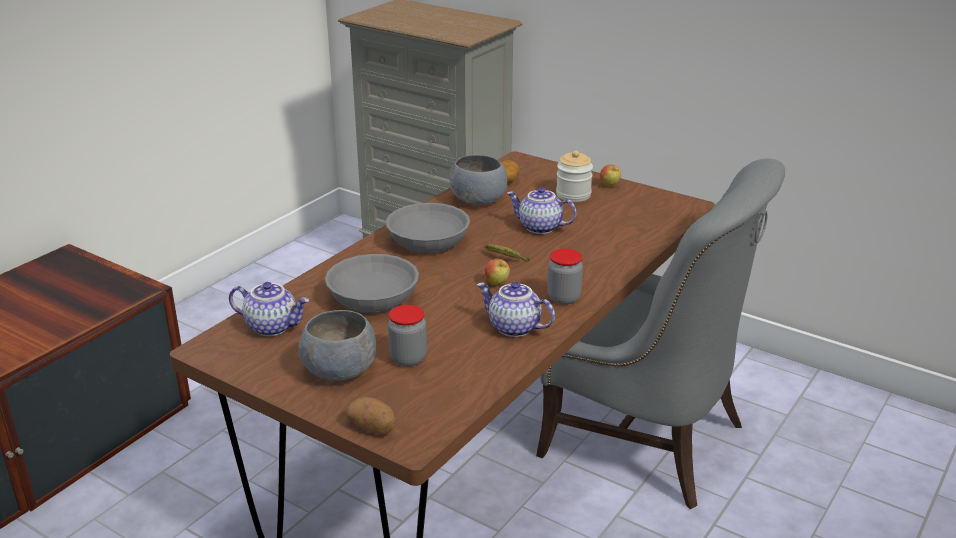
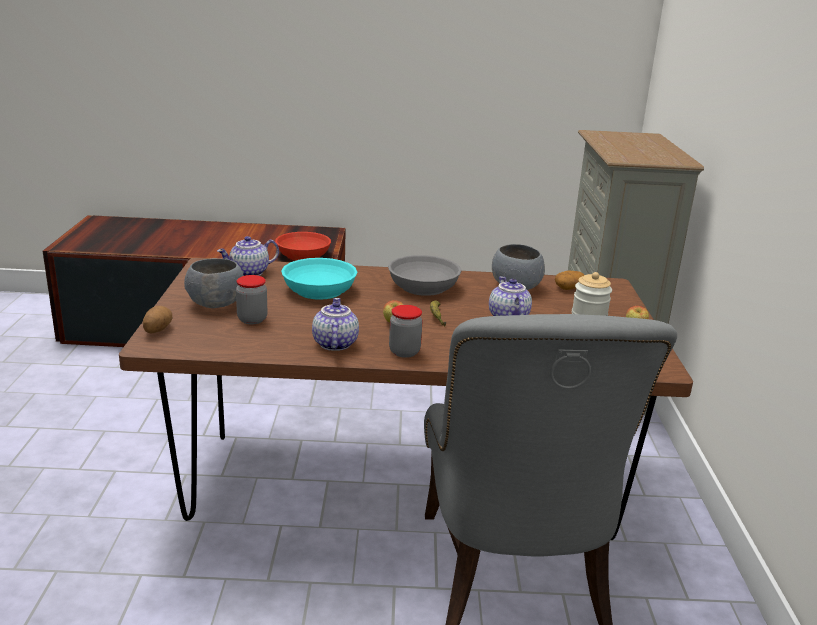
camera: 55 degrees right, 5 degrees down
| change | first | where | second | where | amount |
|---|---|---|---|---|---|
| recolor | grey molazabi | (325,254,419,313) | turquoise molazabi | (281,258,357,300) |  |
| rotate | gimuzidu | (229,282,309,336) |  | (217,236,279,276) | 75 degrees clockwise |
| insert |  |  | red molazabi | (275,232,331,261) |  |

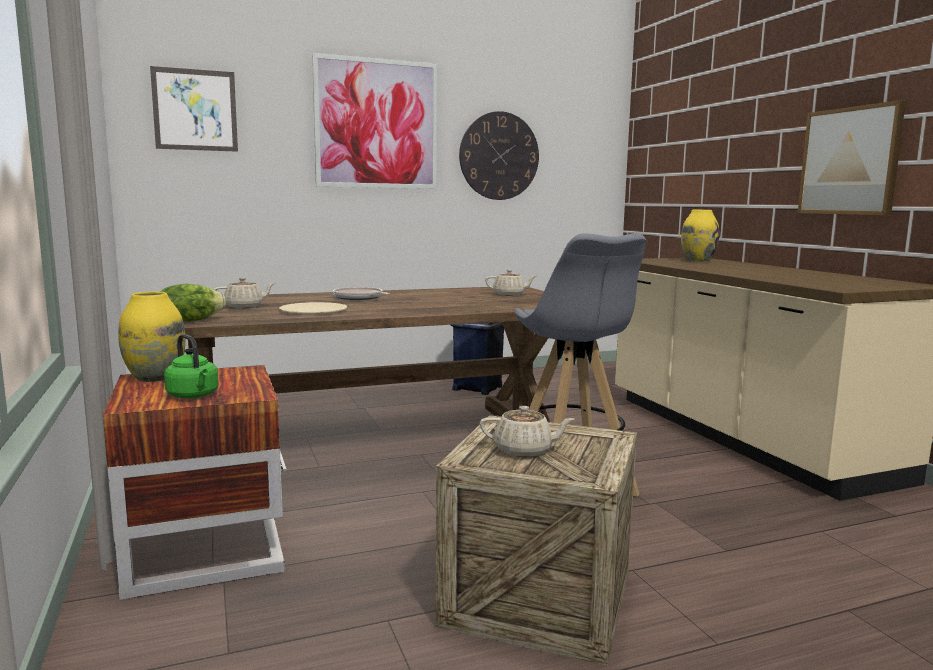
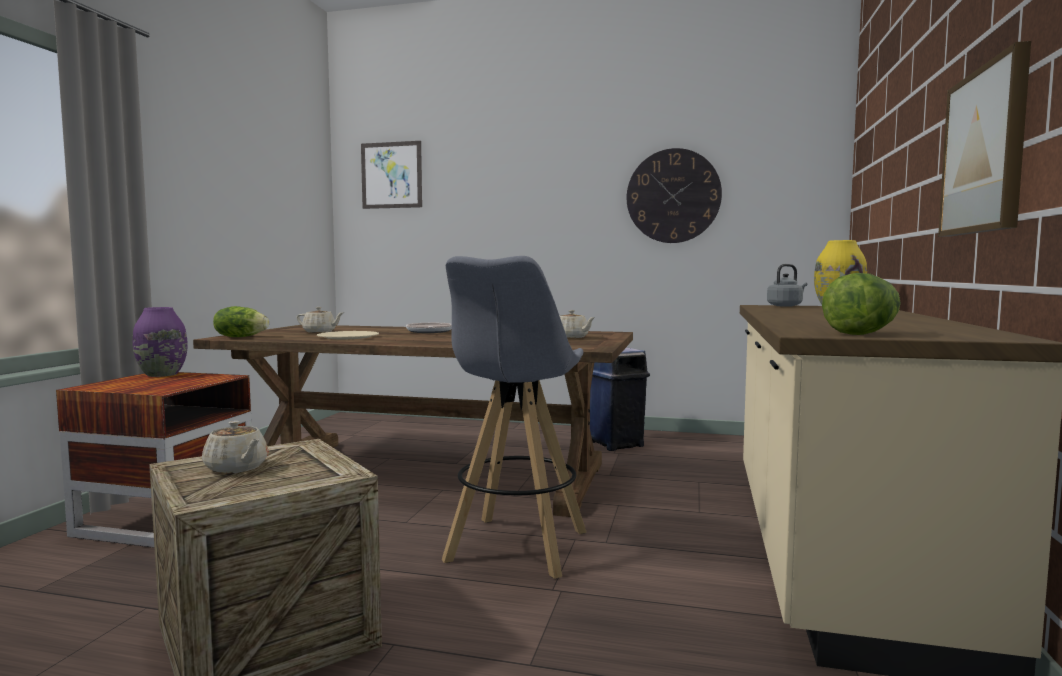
camera: 35 degrees right, 5 degrees down
| change | first | where | second | where | amount |
|---|---|---|---|---|---|
| delete | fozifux | (312,53,437,189) |  |  |  |
| recolor | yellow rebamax | (118,292,186,382) | purple rebamax | (133,307,188,377) |  |
| delete | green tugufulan | (164,334,218,399) |  |  |  |
| insert |  |  | grey tugufulan | (767,264,808,307) |  |
| insert |  |  | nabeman | (822,273,901,335) |  |

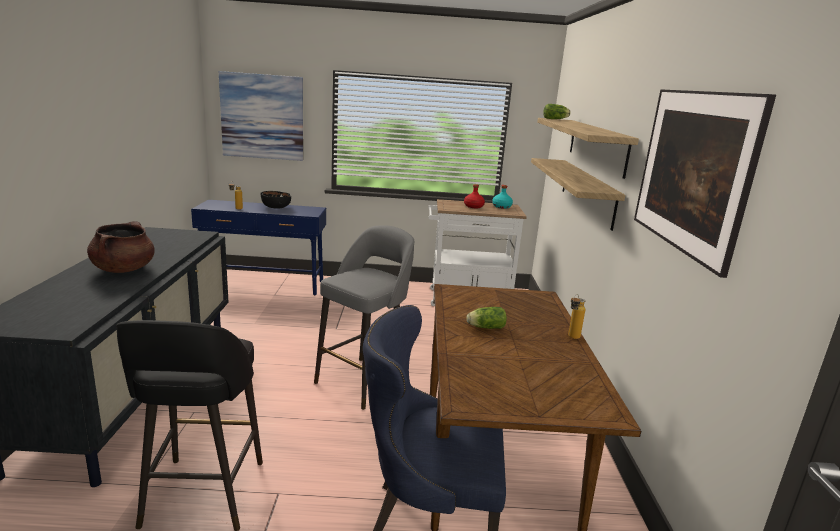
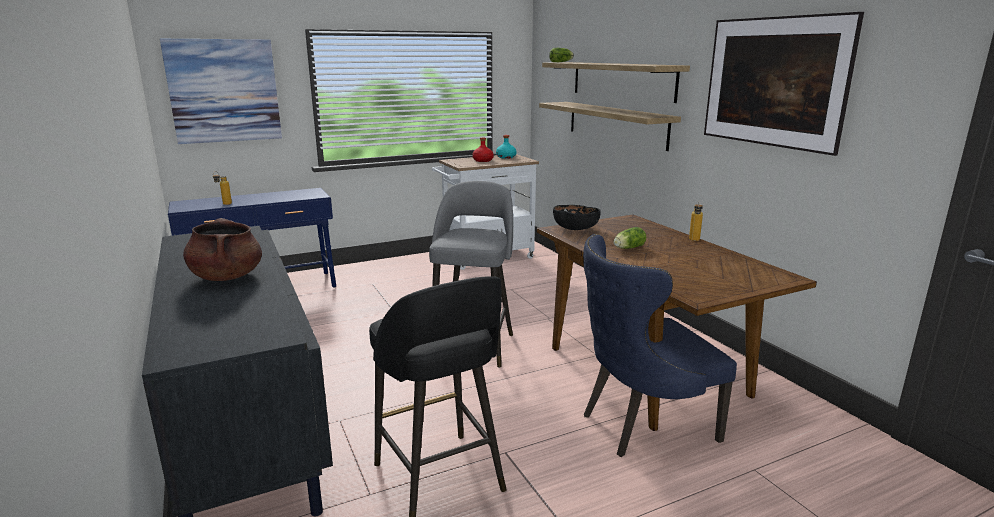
camera: 25 degrees left, 0 degrees up
| change | first | where | second | where | amount |
|---|---|---|---|---|---|
| move | black molazabi | (261,191,291,209) |  | (553,205,601,230) |  |

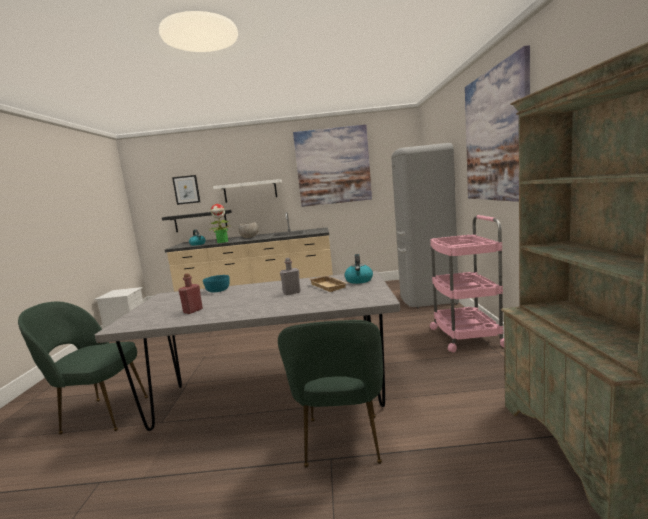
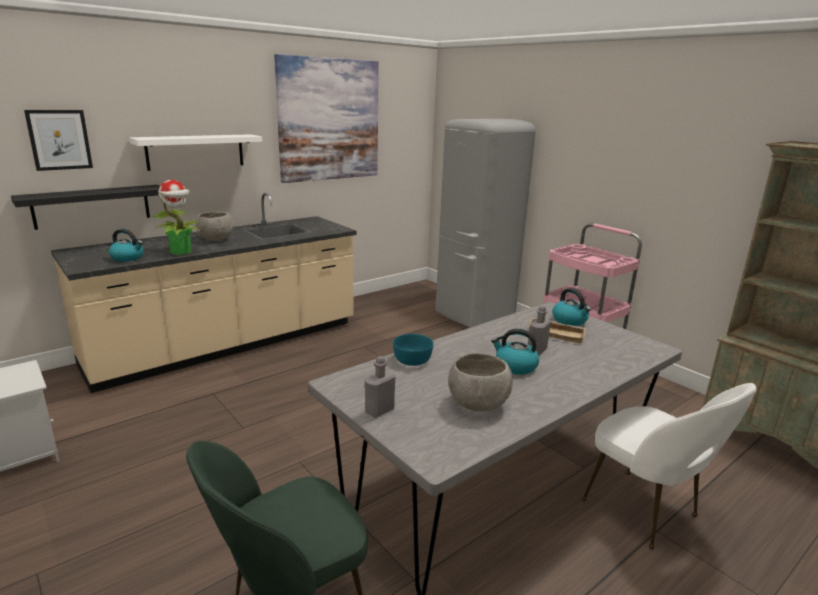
camera: 40 degrees left, 10 degrees up
| change | first | where | second | where | amount |
|---|---|---|---|---|---|
| delete | fozifux | (465,45,530,202) |  |  |  |
| replace | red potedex | (179,273,203,314) | grey molazabi | (448,353,513,412) |  |
| recolor | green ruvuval | (278,320,383,468) | white ruvuval | (582,383,757,550) |  |
| insert |  |  | tugufulan | (491,329,539,375) |  |
| insert |  |  | grey potedex | (365,356,395,418) |  |

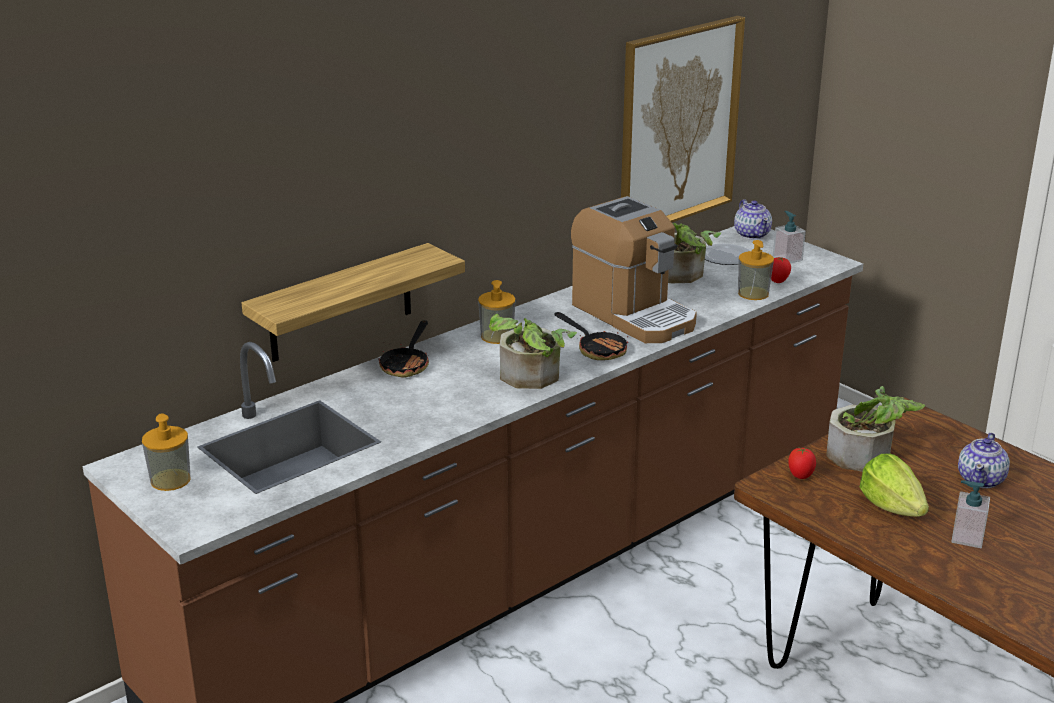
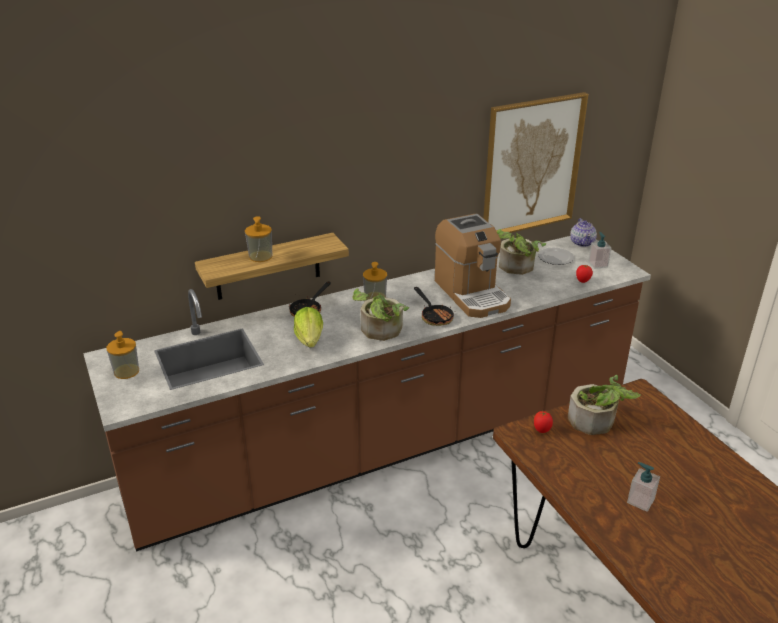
camera: 15 degrees right, 5 degrees up
| change | first | where | second | where | amount |
|---|---|---|---|---|---|
| move | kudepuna | (738,240,774,300) |  | (245,216,272,262) |  |
| delete | gimuzidu | (958,433,1010,488) |  |  |  |
| move | nabeman | (860,454,929,517) |  | (294,307,323,347) |  |

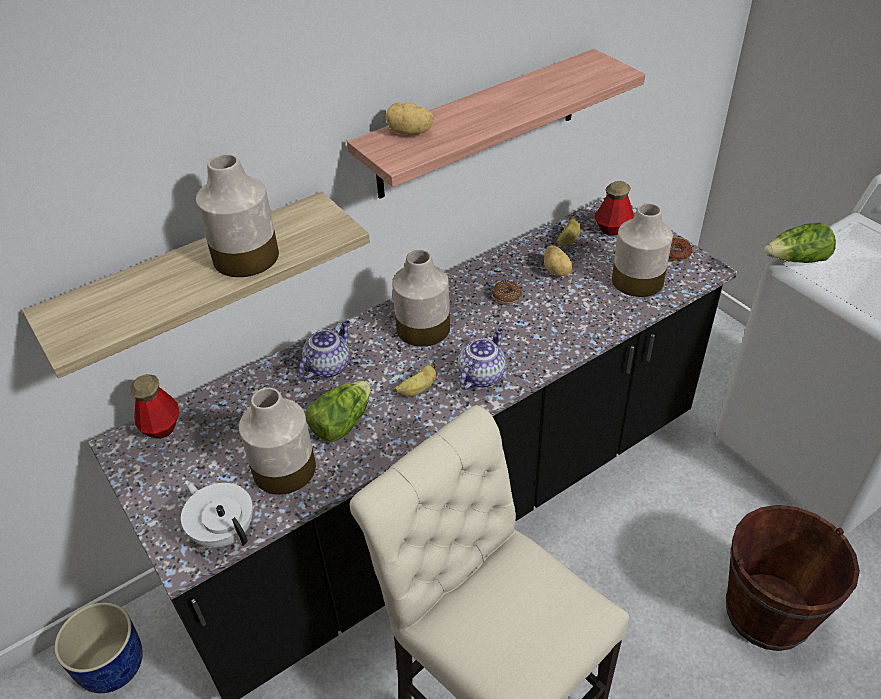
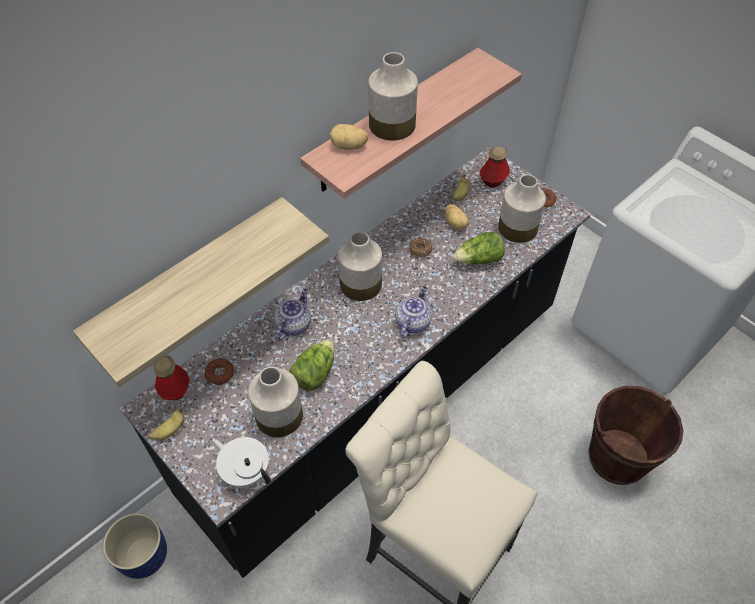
camera: 10 degrees left, 10 degrees up
| change | first | where | second | where | amount |
|---|---|---|---|---|---|
| move | beige rebamax | (196,154,279,277) |  | (368,52,418,140) |  |
| move | nabeman | (764,223,836,263) |  | (453,232,505,264) |  |
| move | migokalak | (394,362,437,397) |  | (148,407,184,441) |  |
| insert |  |  | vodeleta | (205,358,234,385) |  |

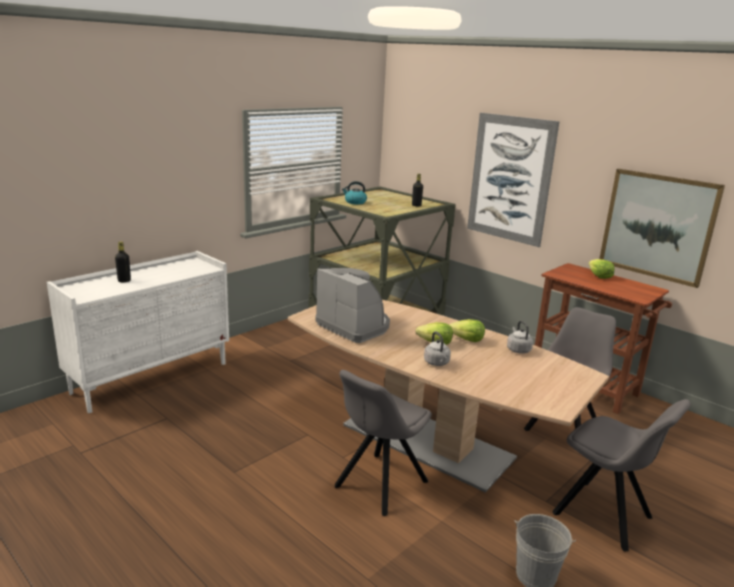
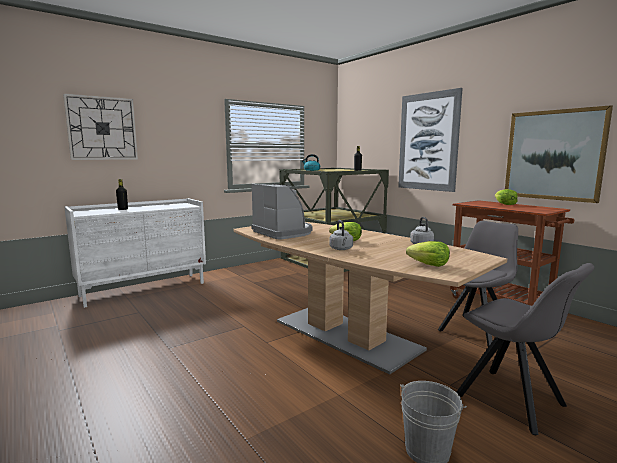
camera: 10 degrees right, 10 degrees down
| change | first | where | second | where | amount |
|---|---|---|---|---|---|
| move | nabeman | (449,319,485,342) |  | (406,241,450,267) |  |
| delete | grey ruvuval | (335,370,432,516) |  |  |  |
| insert |  |  | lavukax | (63,93,138,160) |  |

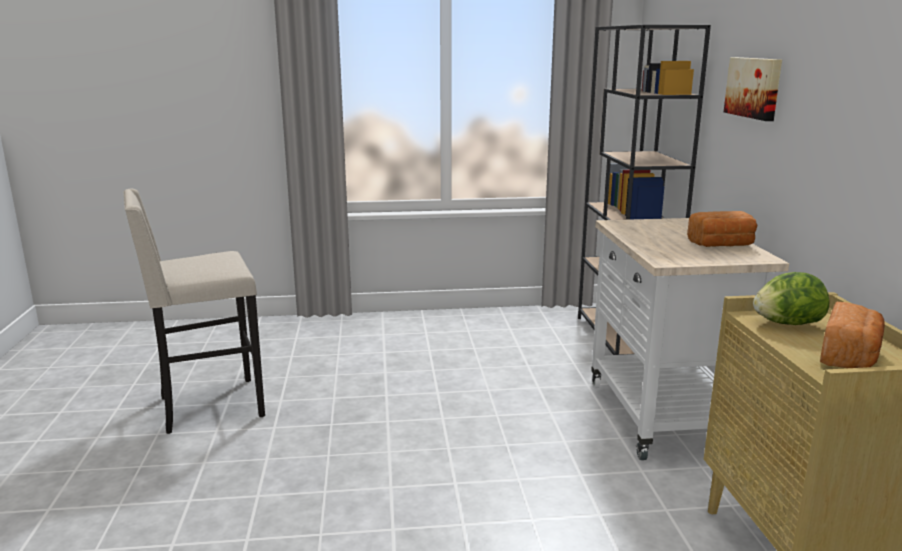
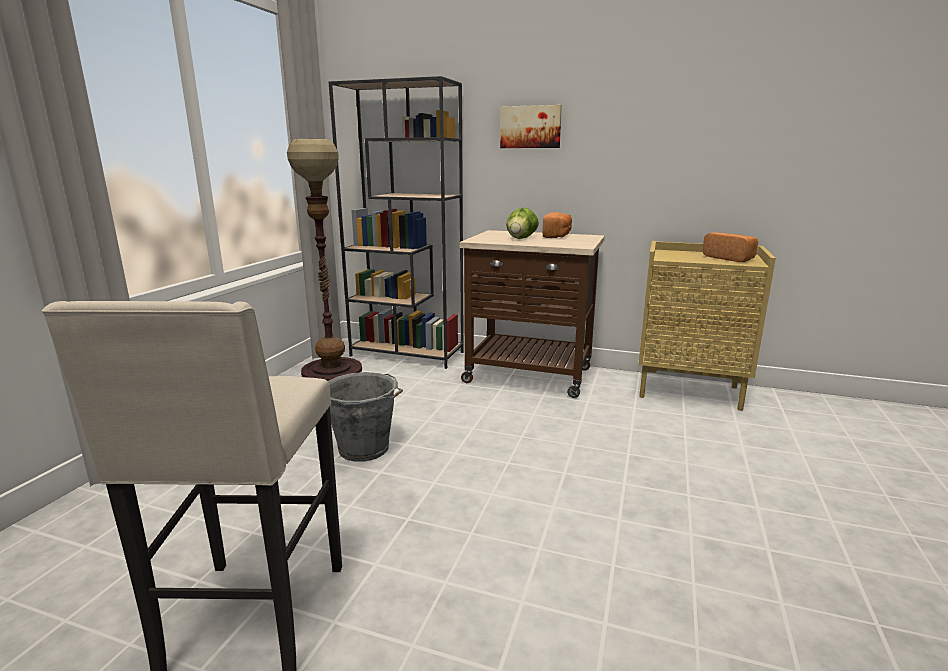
camera: 65 degrees left, 0 degrees up
| change | first | where | second | where | amount |
|---|---|---|---|---|---|
| recolor | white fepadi | (591,218,789,460) | brown fepadi | (459,230,605,398) |  |
| move | nabeman | (753,272,829,325) |  | (506,207,539,239) |  |
| insert |  |  | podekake | (287,139,362,381) |  |
| insert |  |  | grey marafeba | (328,372,403,462) |  |

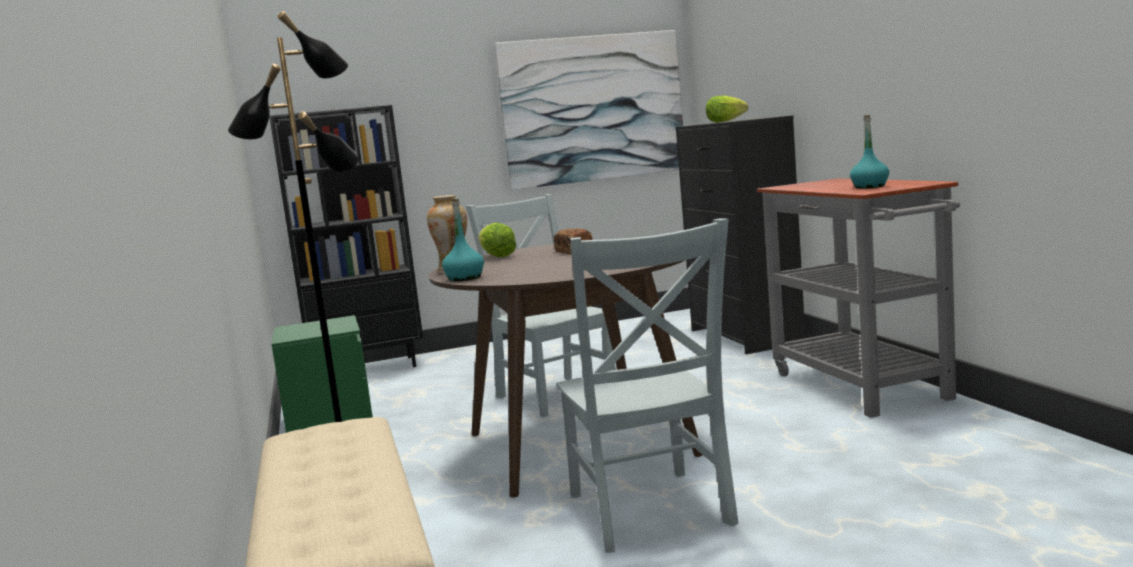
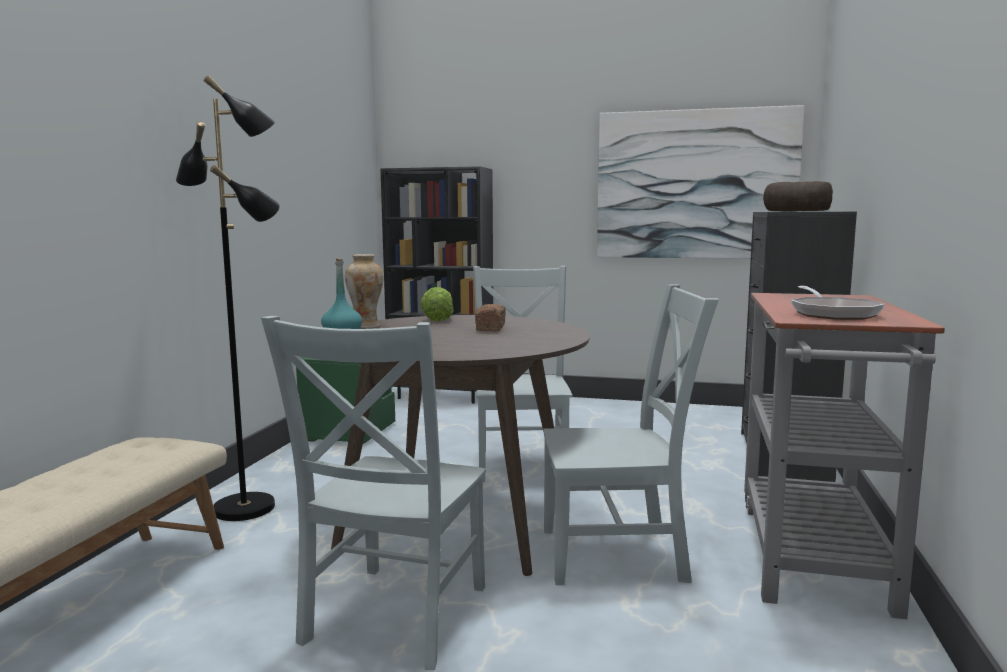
camera: 30 degrees right, 0 degrees up
| change | first | where | second | where | amount |
|---|---|---|---|---|---|
| replace | nabeman | (706,96,748,123) | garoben | (763,181,833,211) |  |
| replace | turquoise potedex | (850,115,889,189) | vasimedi | (791,286,885,320) |  |
| insert |  |  | grey ruvuval | (543,284,719,585) |  |

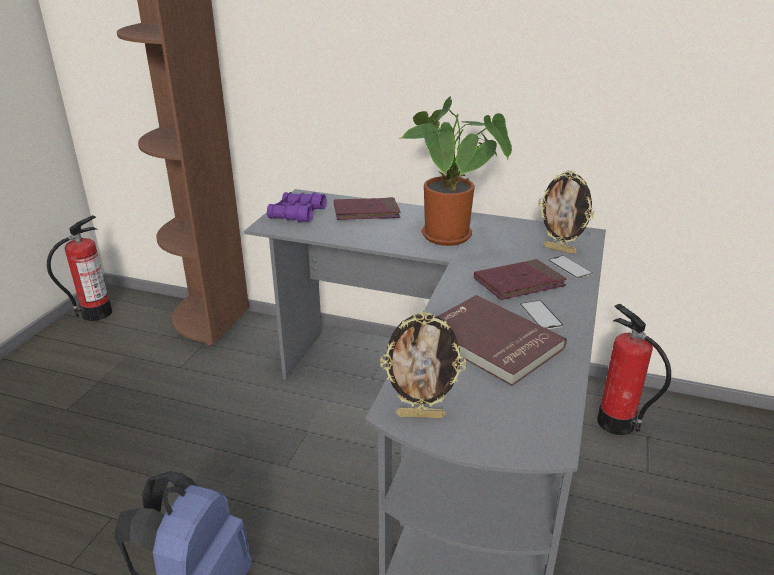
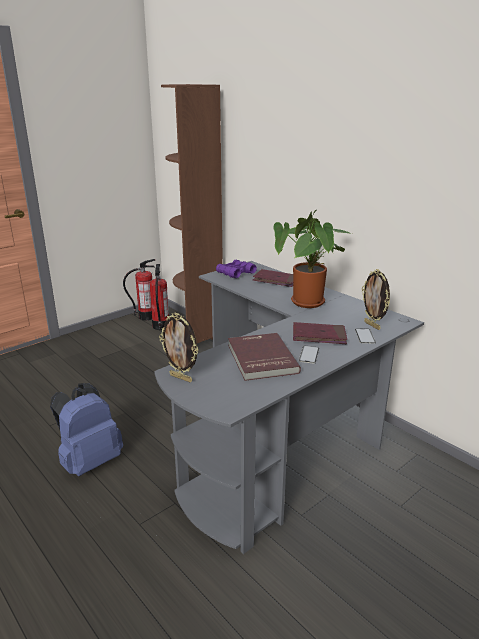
camera: 30 degrees right, 5 degrees down
| change | first | where | second | where | amount |
|---|---|---|---|---|---|
| move | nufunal | (597,304,671,435) |  | (149,264,169,330) |  |

